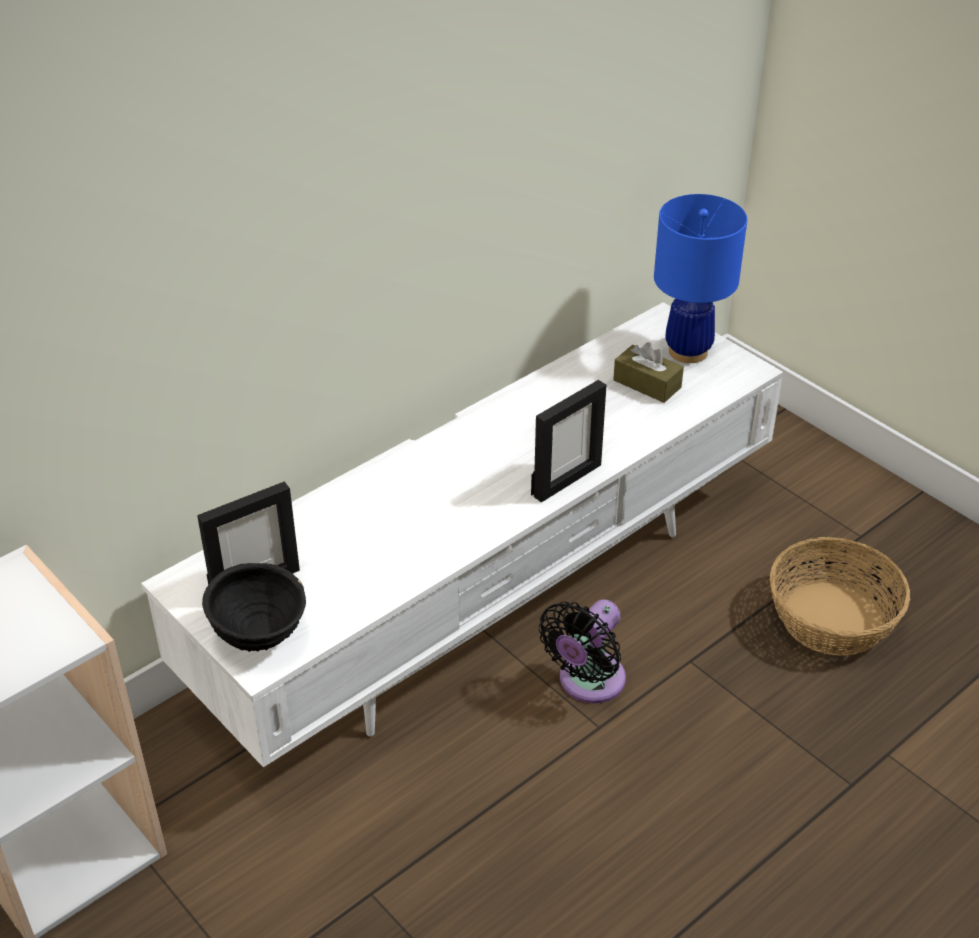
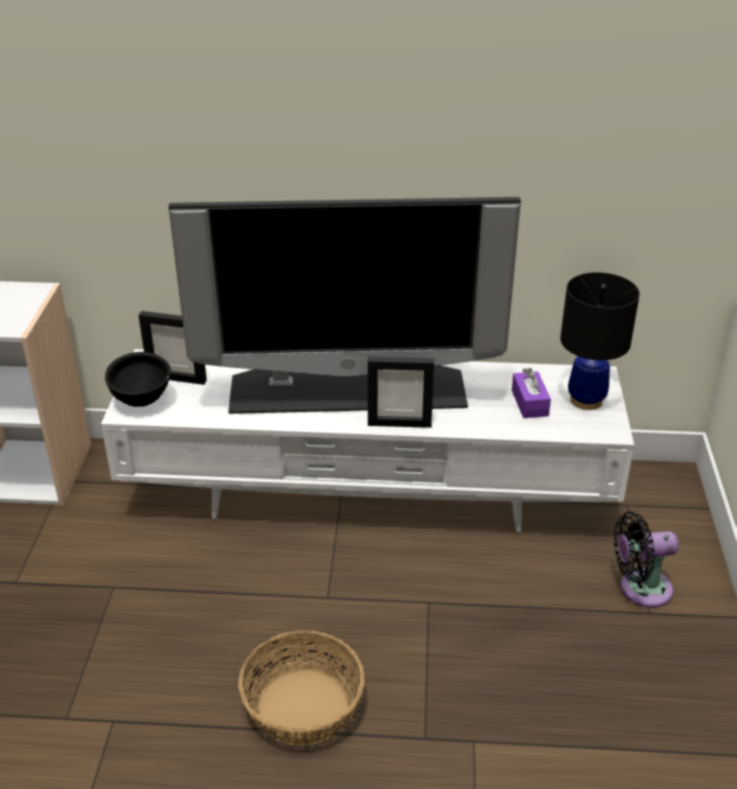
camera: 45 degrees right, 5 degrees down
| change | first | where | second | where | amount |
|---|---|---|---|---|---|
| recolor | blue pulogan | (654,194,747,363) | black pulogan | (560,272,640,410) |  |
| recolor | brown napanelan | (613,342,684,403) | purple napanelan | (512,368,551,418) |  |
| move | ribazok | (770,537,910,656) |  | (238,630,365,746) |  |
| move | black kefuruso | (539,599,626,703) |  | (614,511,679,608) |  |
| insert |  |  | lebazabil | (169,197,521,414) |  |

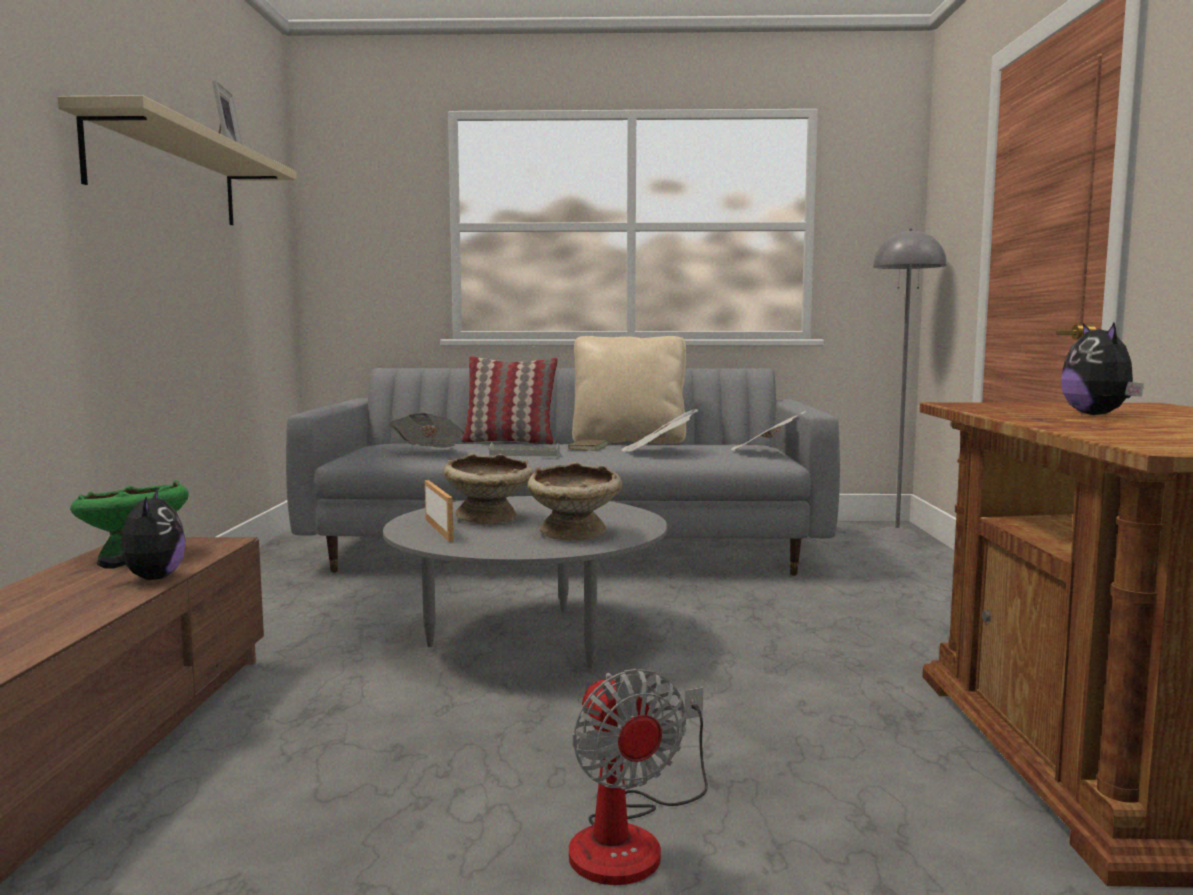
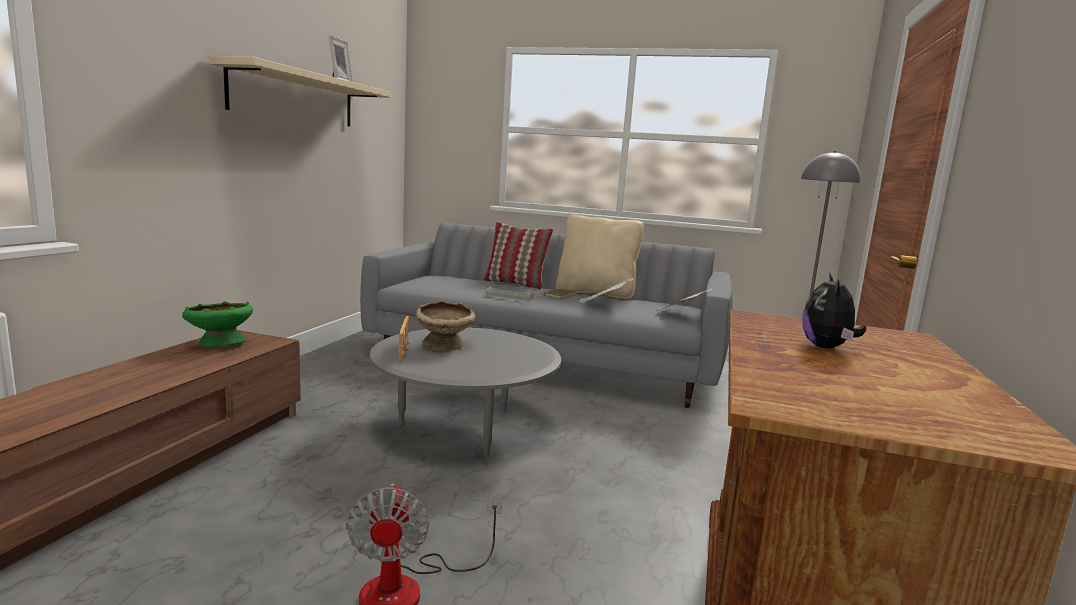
camera: 15 degrees right, 5 degrees up
| change | first | where | second | where | amount |
|---|---|---|---|---|---|
| delete | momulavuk | (389,413,464,448) |  |  |  |
| delete | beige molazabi | (527,462,622,541) |  |  |  |
| delete | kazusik | (97,487,186,580) |  |  |  |

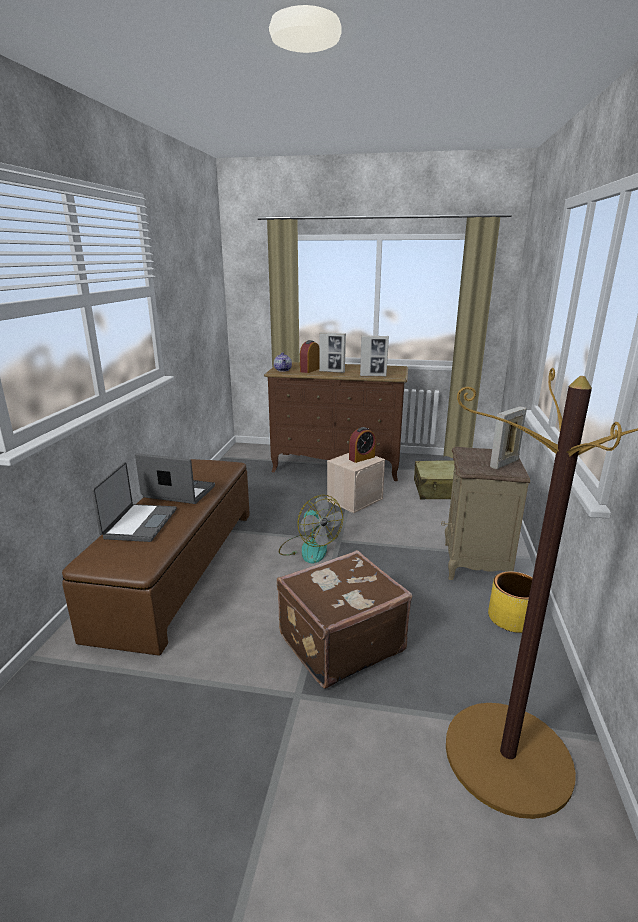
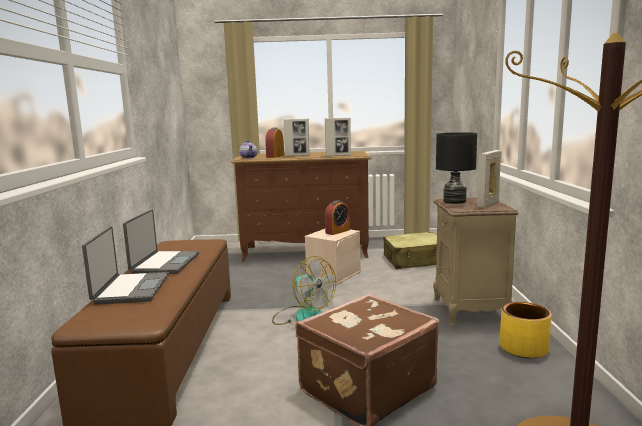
camera: 10 degrees left, 10 degrees down
| change | first | where | second | where | amount |
|---|---|---|---|---|---|
| rotate | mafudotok | (135,453,215,504) |  | (123,209,199,274) | 90 degrees clockwise |
| insert |  |  | black pulogan | (436,132,477,203) |  |

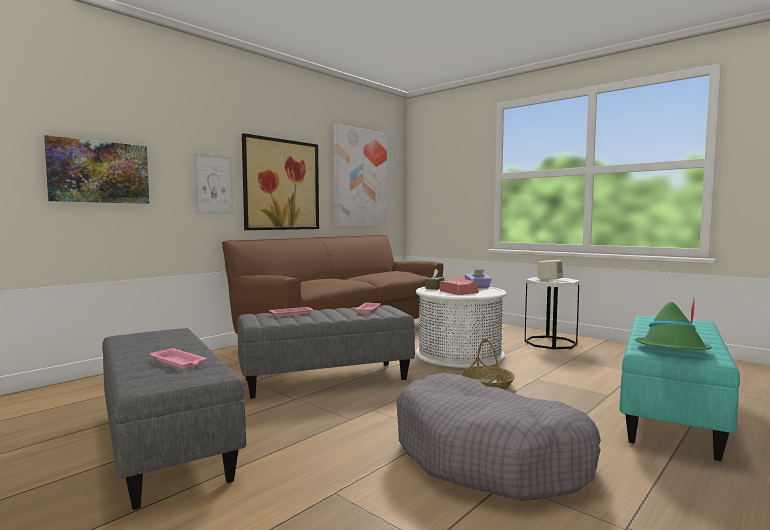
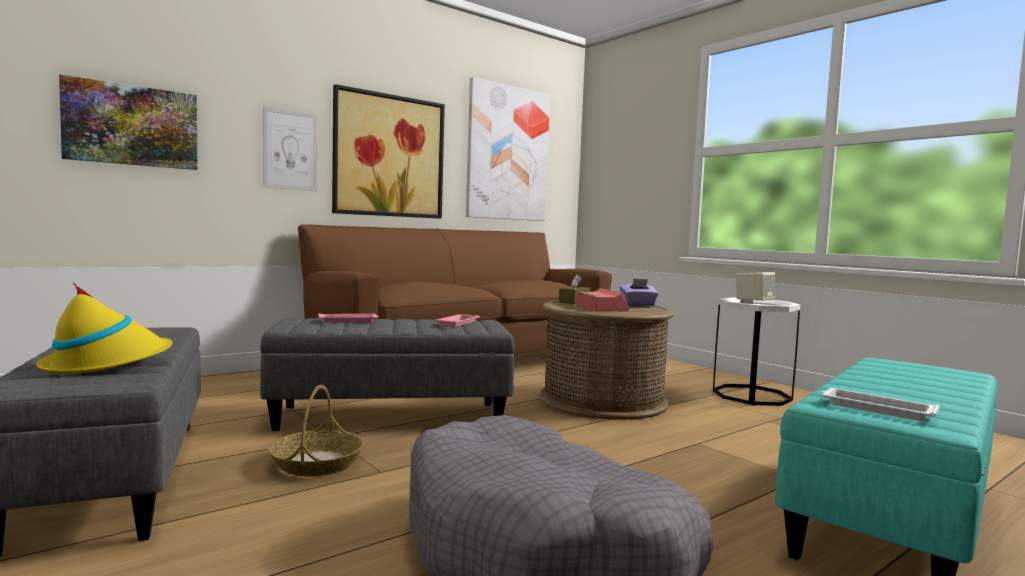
camera: 10 degrees right, 0 degrees up
| change | first | where | second | where | amount |
|---|---|---|---|---|---|
| recolor | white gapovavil | (415,286,507,368) | brown gapovavil | (539,300,674,420) |  |
| replace | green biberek | (635,299,712,350) | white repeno | (821,388,939,421) |  |
| move | ribazok | (460,339,515,390) |  | (268,385,365,476) |  |
| replace | pink repeno | (150,348,207,369) | yellow biberek | (37,283,173,374) |  |

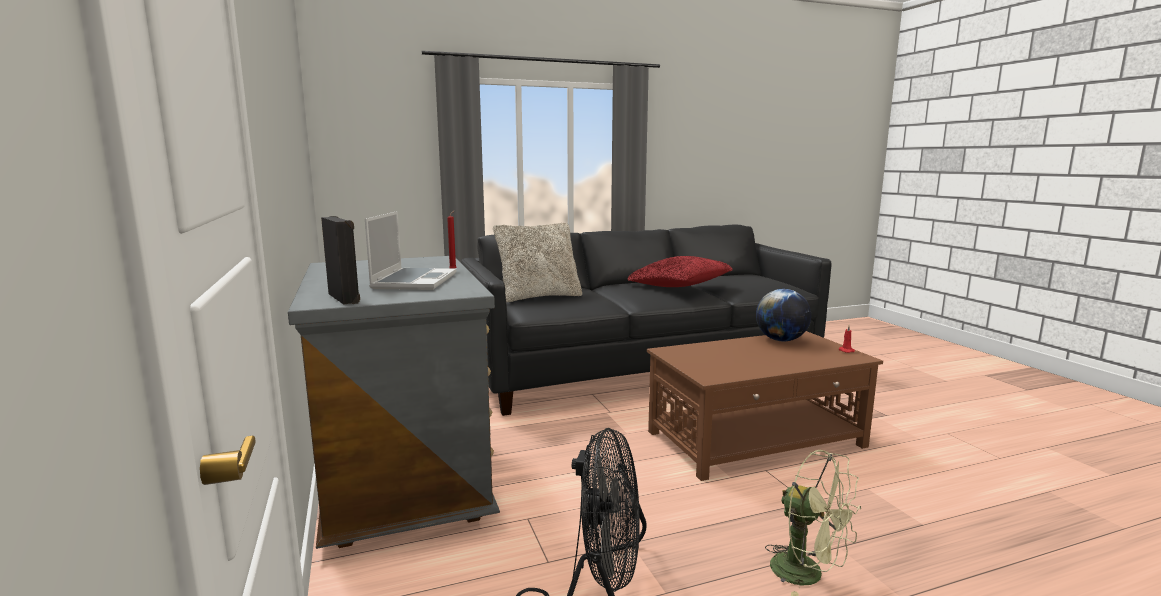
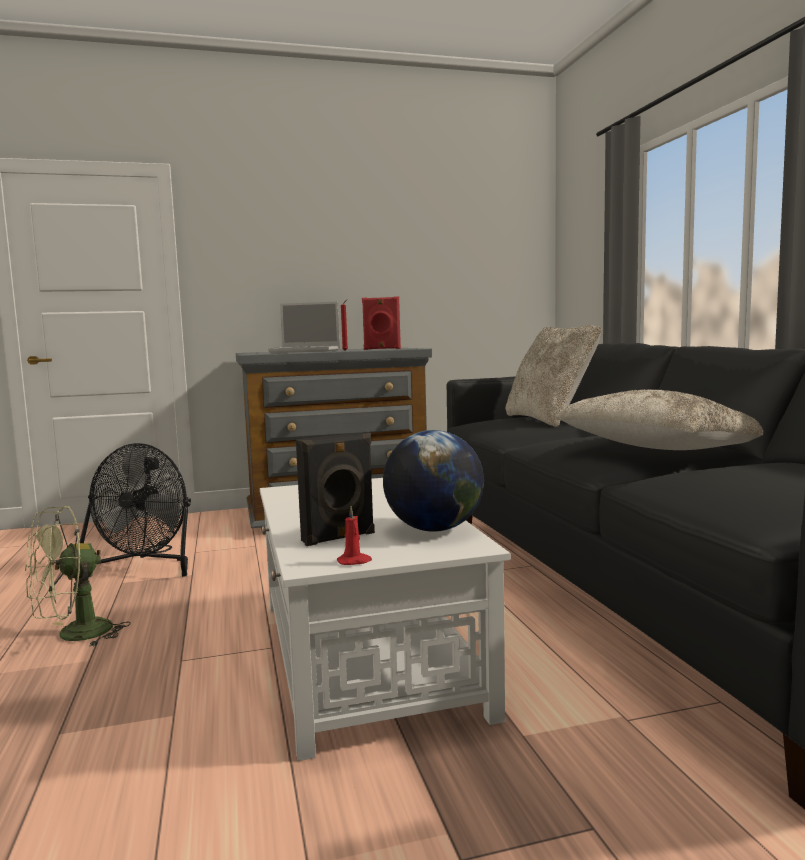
camera: 95 degrees right, 5 degrees down
| change | first | where | second | where | amount |
|---|---|---|---|---|---|
| move | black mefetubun | (321,216,360,305) |  | (296,432,375,546) |  |
| recolor | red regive | (628,256,732,287) | beige regive | (555,389,764,450) |  |
| recolor | brown gapovavil | (647,331,883,481) | white gapovavil | (260,478,511,761) |  |
| insert |  |  | red mefetubun | (362,296,401,350) |  |

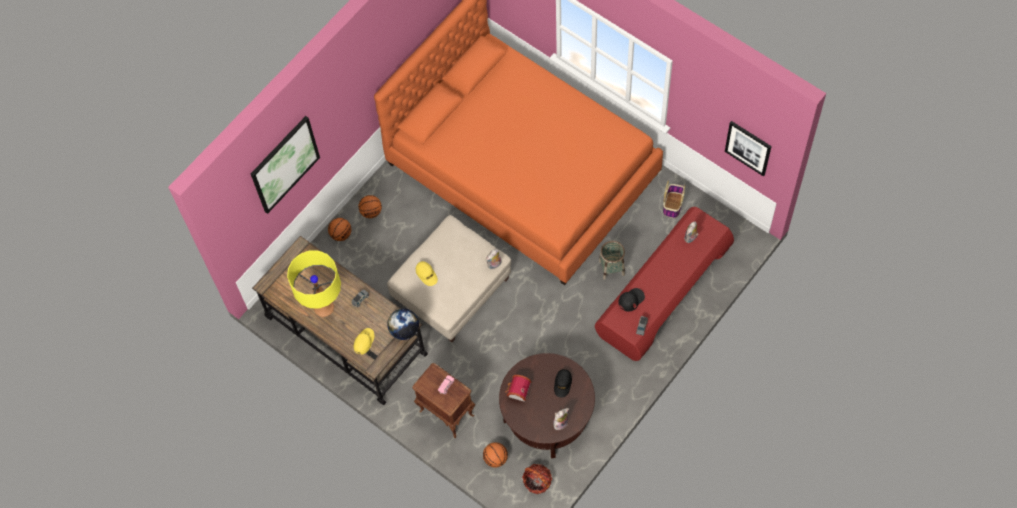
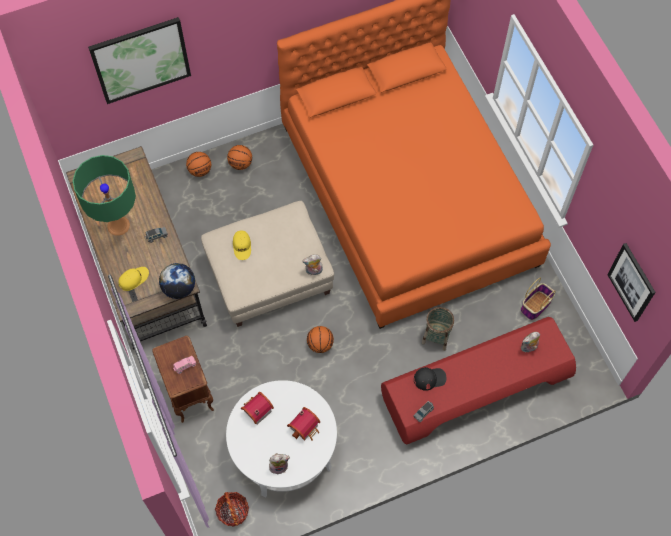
camera: 25 degrees right, 0 degrees up
| change | first | where | second | where | amount |
|---|---|---|---|---|---|
| recolor | yellow pulogan | (287,251,341,317) | green pulogan | (73,155,136,236) |  |
| recolor | brown gapovavil | (499,353,595,458) | white gapovavil | (226,380,337,497) |  |
| replace | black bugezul | (554,369,572,398) | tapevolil | (287,407,320,441) |  |
| move | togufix | (483,442,508,468) |  | (307,326,334,353) |  |

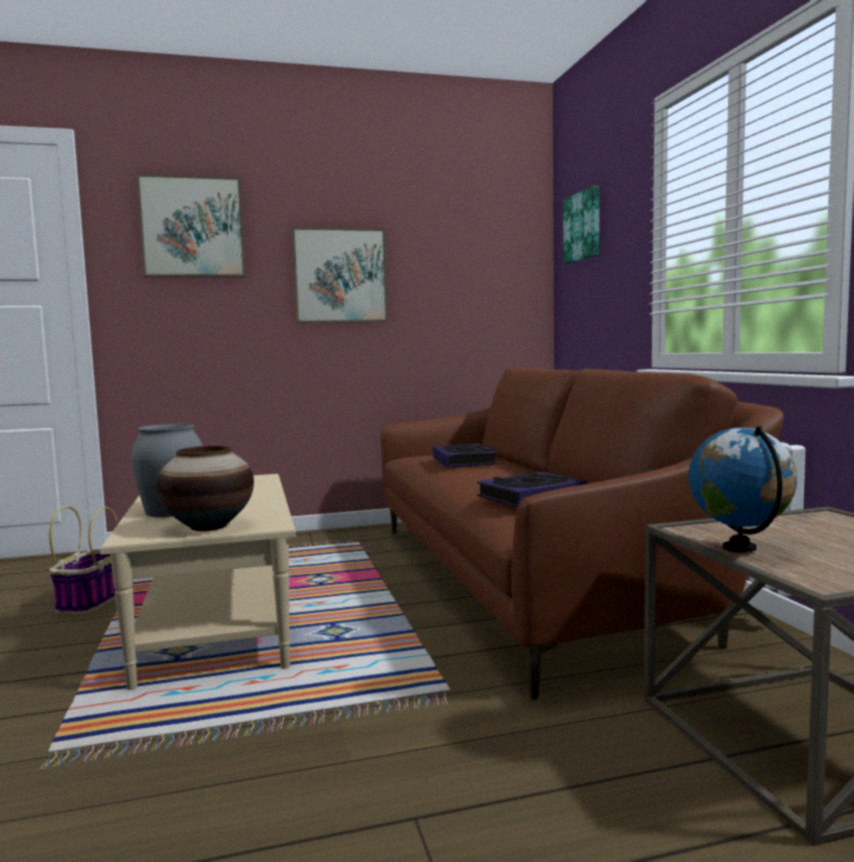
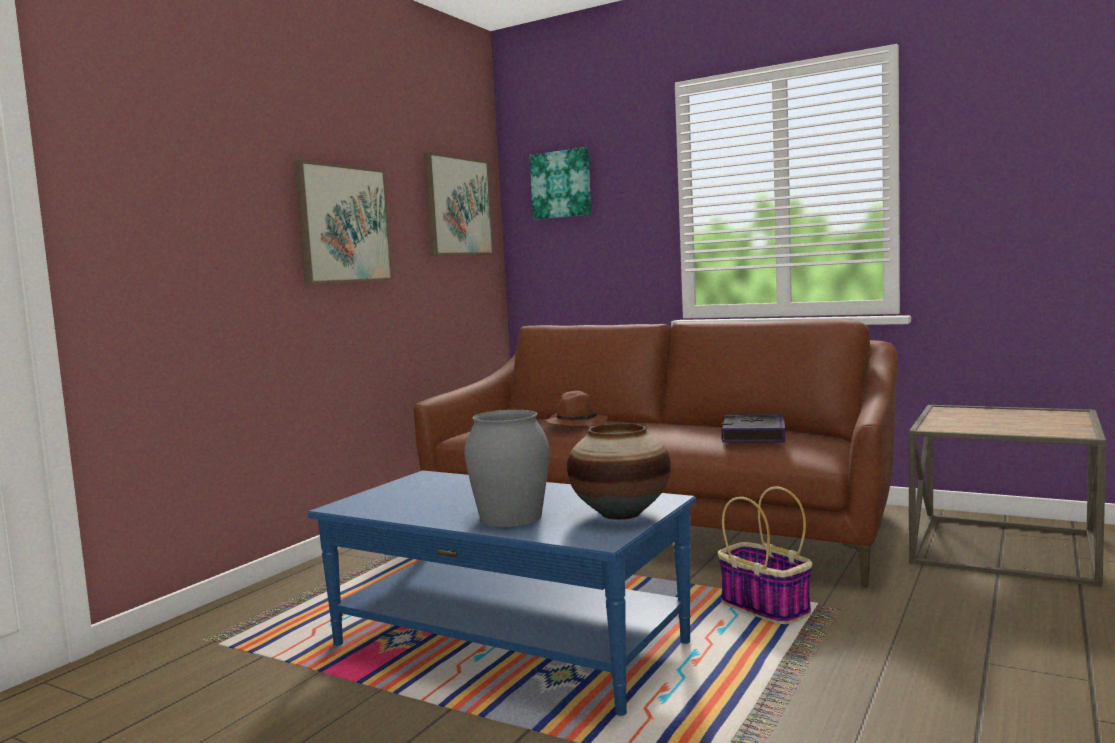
camera: 45 degrees left, 0 degrees up
| change | first | where | second | where | amount |
|---|---|---|---|---|---|
| move | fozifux | (136,174,246,277) |  | (423,152,494,255) |  |
| delete | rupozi | (689,426,797,553) |  |  |  |
| replace | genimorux | (433,444,498,467) | brown biberek | (544,391,608,426) |  |
| recolor | beige gapovavil | (100,474,296,690) | blue gapovavil | (308,470,696,716) |  |
| move | ribazok | (49,506,118,614) |  | (718,487,813,624) |  |

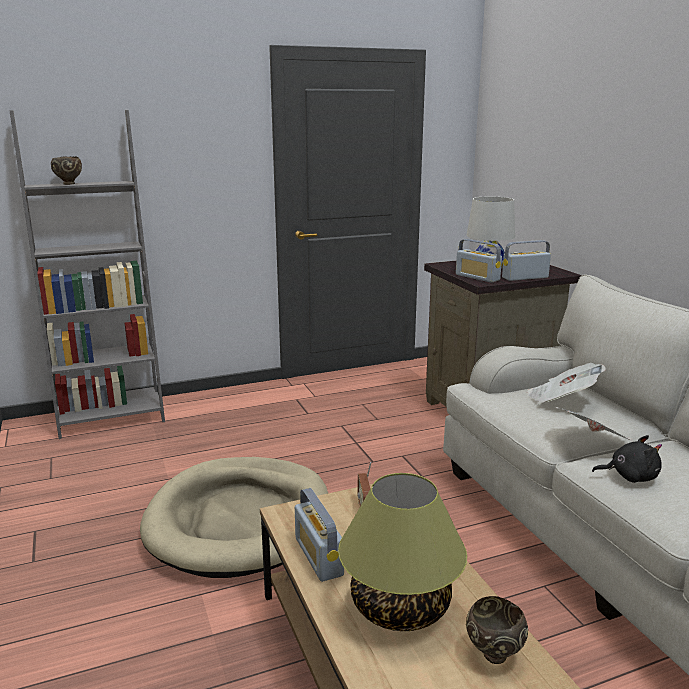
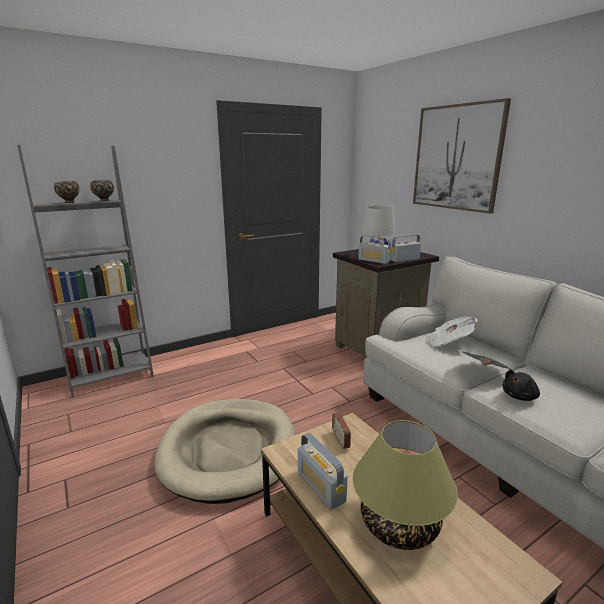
camera: 10 degrees left, 0 degrees up
| change | first | where | second | where | amount |
|---|---|---|---|---|---|
| rotate | black kazusik | (592,435,662,483) |  | (503,370,540,401) | 150 degrees clockwise |
| move | brown molazabi | (466,596,528,664) |  | (90,180,114,201) |  |
| insert |  |  | fozifux | (413,98,511,214) |  |

